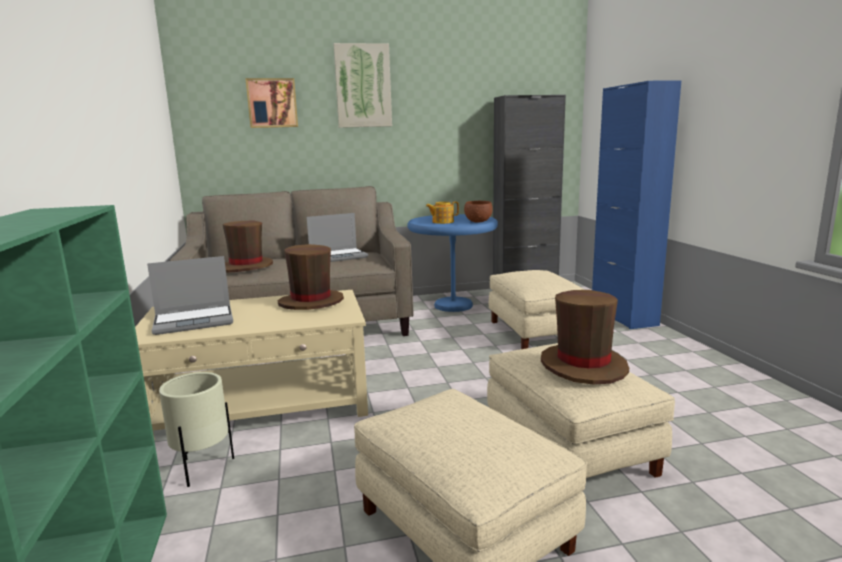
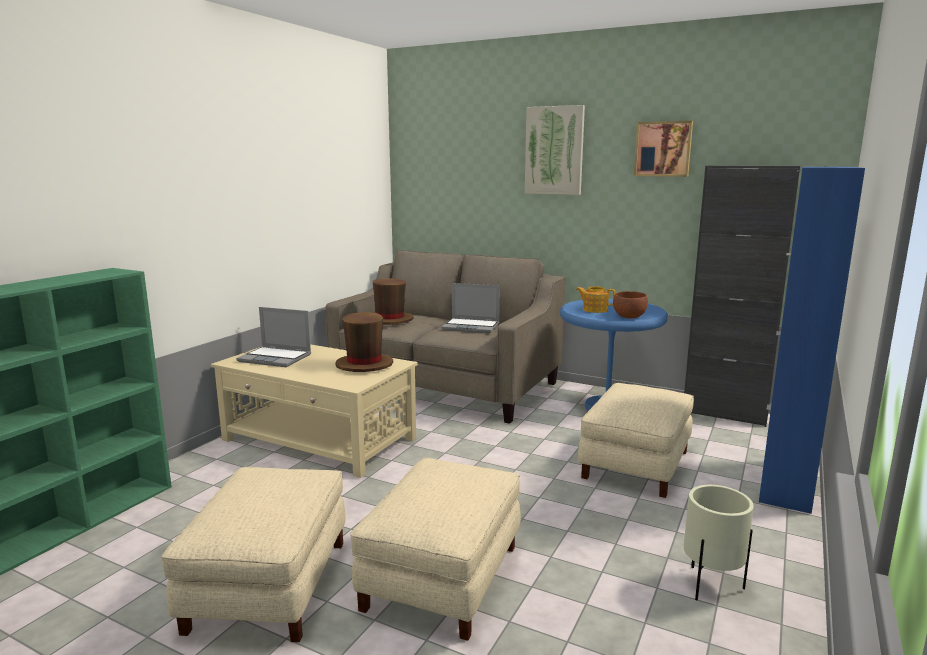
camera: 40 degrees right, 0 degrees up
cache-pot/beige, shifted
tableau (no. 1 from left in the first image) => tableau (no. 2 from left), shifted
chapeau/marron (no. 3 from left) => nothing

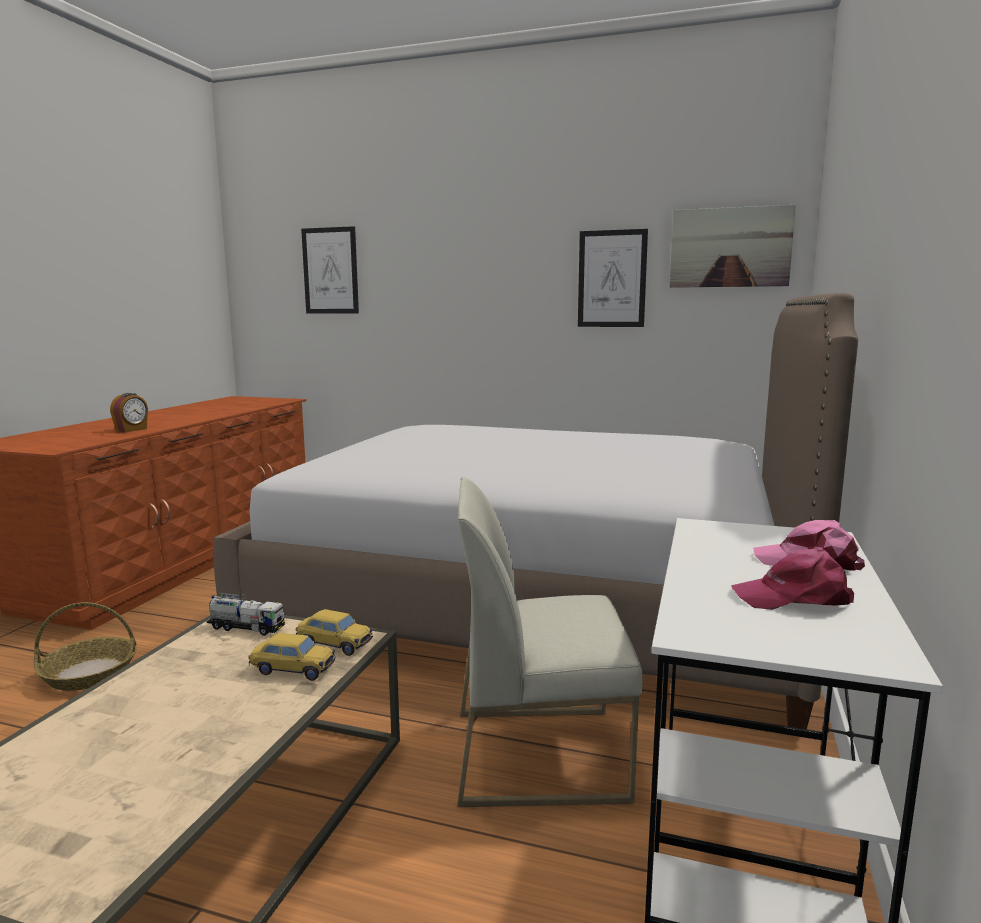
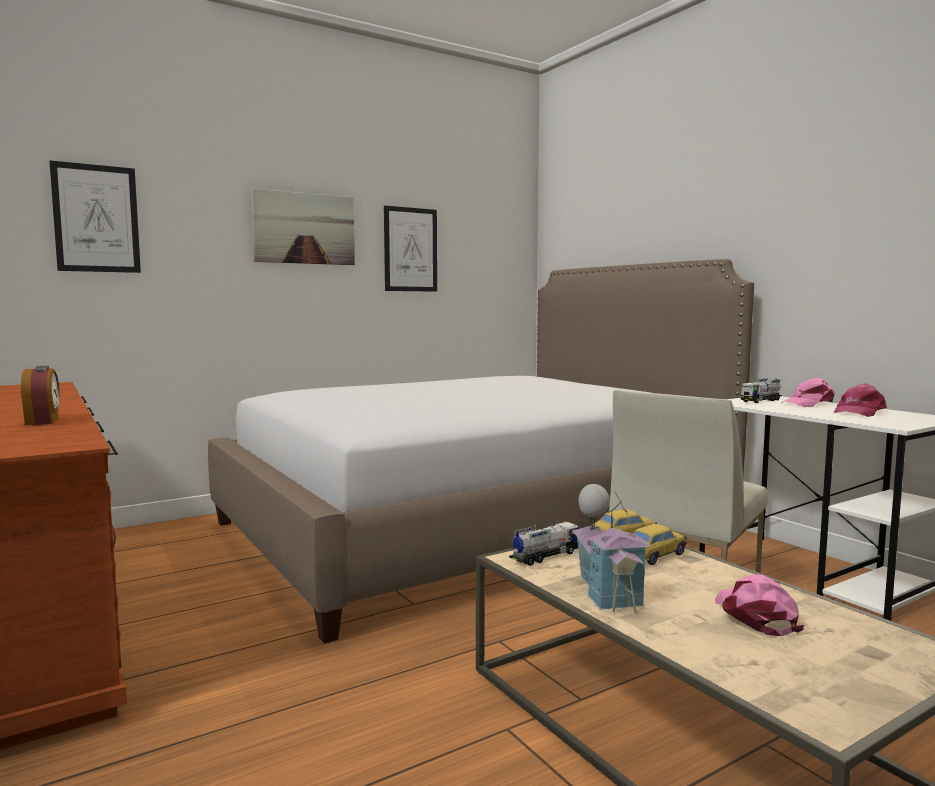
camera: 50 degrees left, 5 degrees down
panier => nothing
tableau (no. 3 from left in the first image) => tableau (no. 2 from left), shifted
nothing => maison miniature
nothing => casquette/rose (no. 1 from left)
nothing => camion jouet (no. 2 from left)

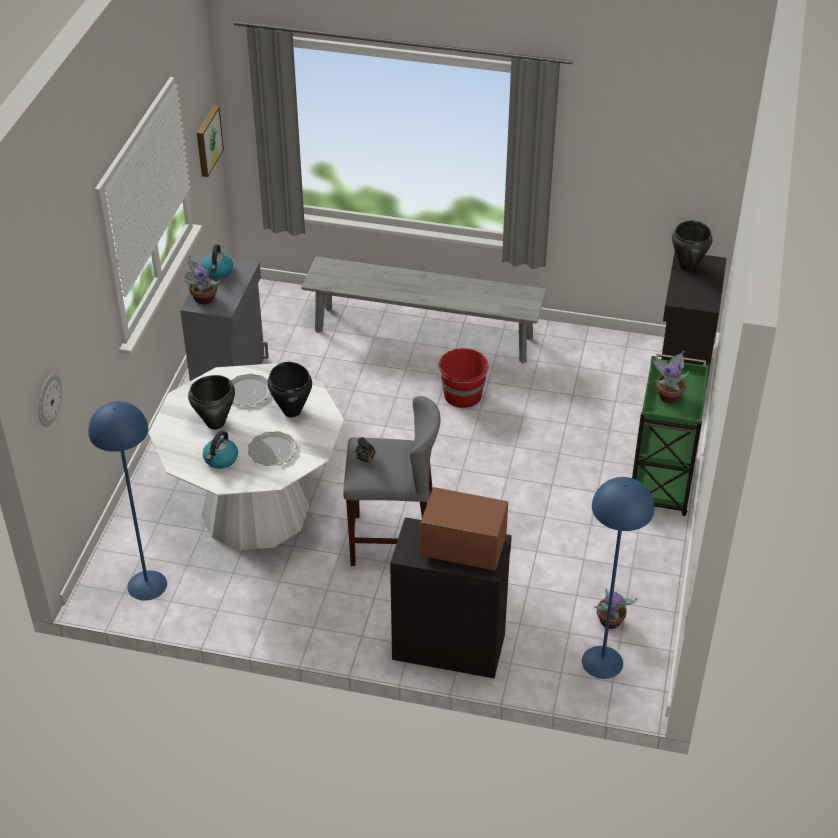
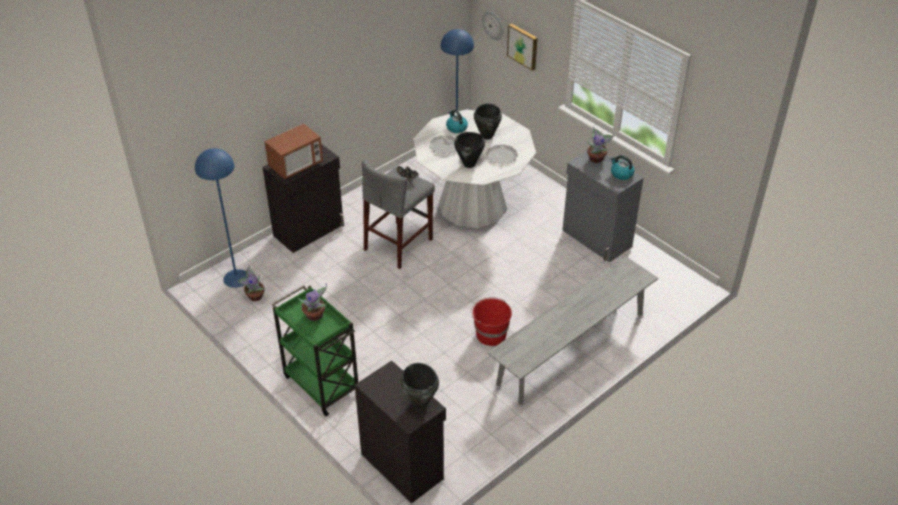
camera: 125 degrees right, 0 degrees up
tableau, shifted

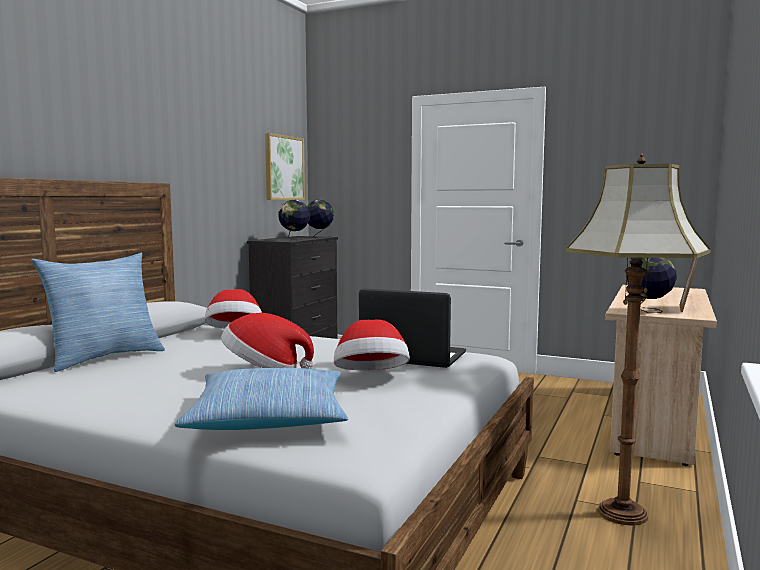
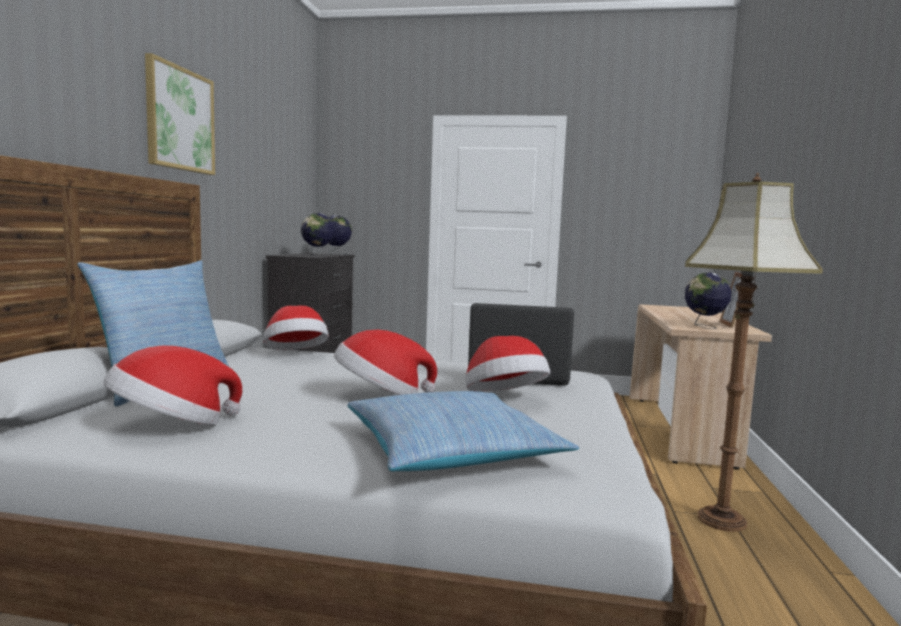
camera: 15 degrees left, 0 degrees up
tableau, shifted
nothing => chapeau (no. 1 from left)

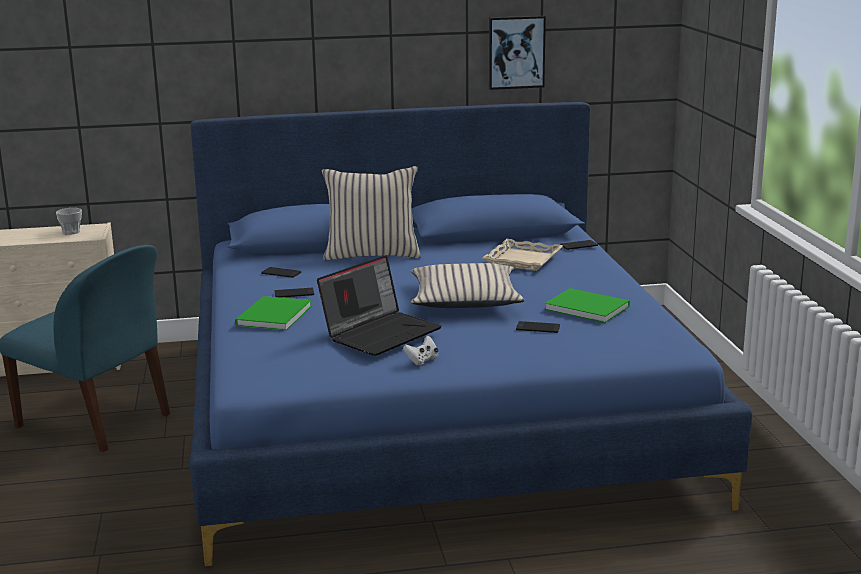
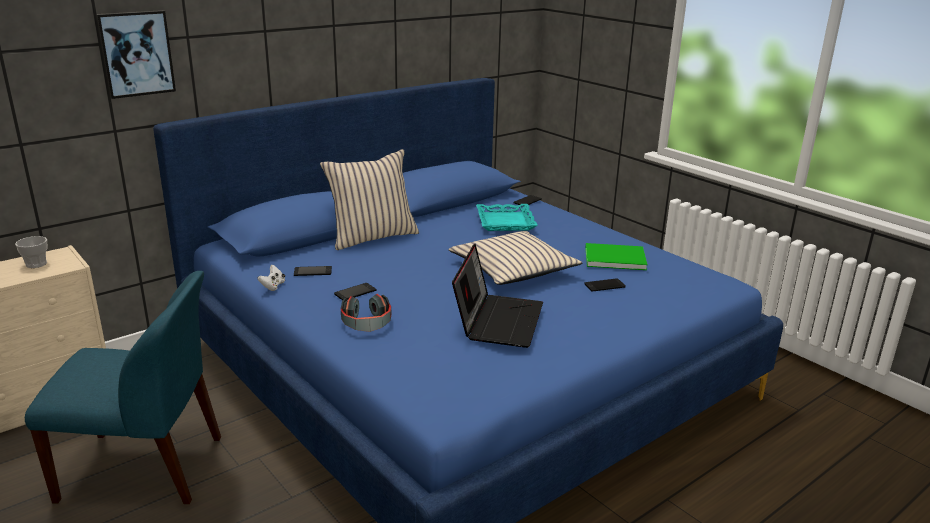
camera: 30 degrees left, 5 degrees up
livre/vert (no. 1 from left) => casque audio
manette/blanc, shifted
plateau/beige => plateau/turquoise
tableau, shifted

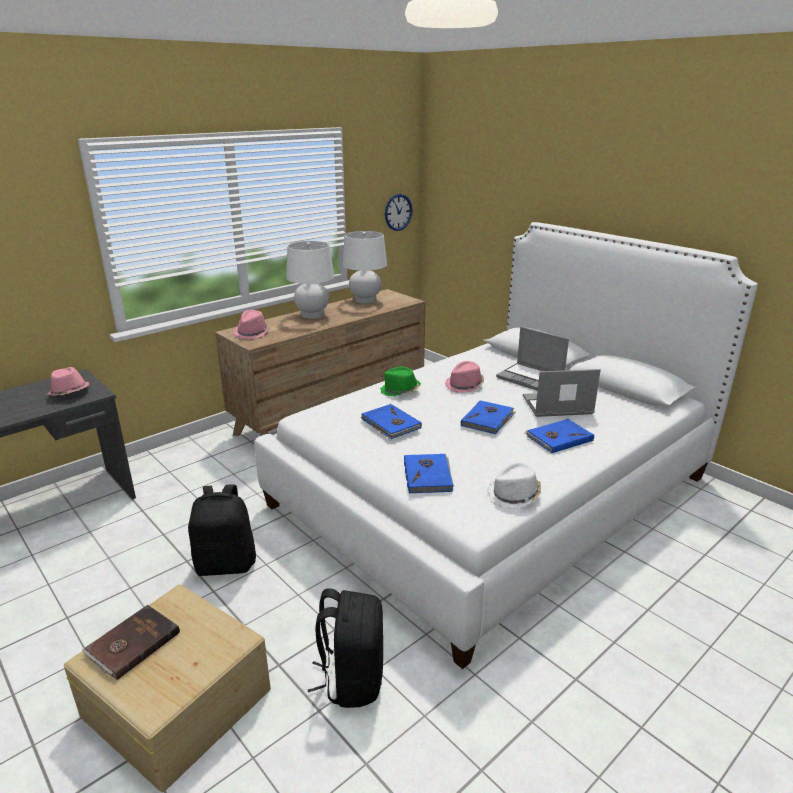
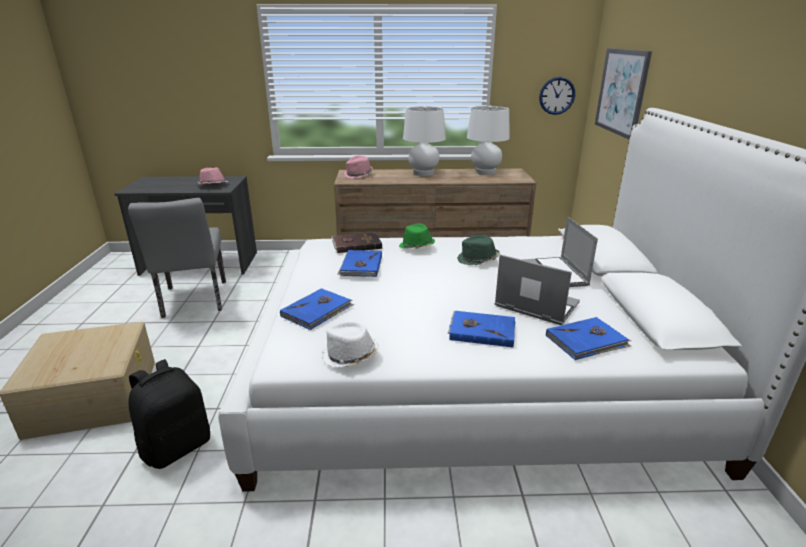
camera: 40 degrees right, 0 degrees up
livre/marron, shifted
sac à dos/noir (no. 1 from left) => nothing
chapeau/rose (no. 3 from left) => chapeau/vert (no. 2 from left)
livre/bleu (no. 3 from left in the first image) => livre/bleu (no. 4 from left), shifted
nothing => chaise/gris
nothing => tableau

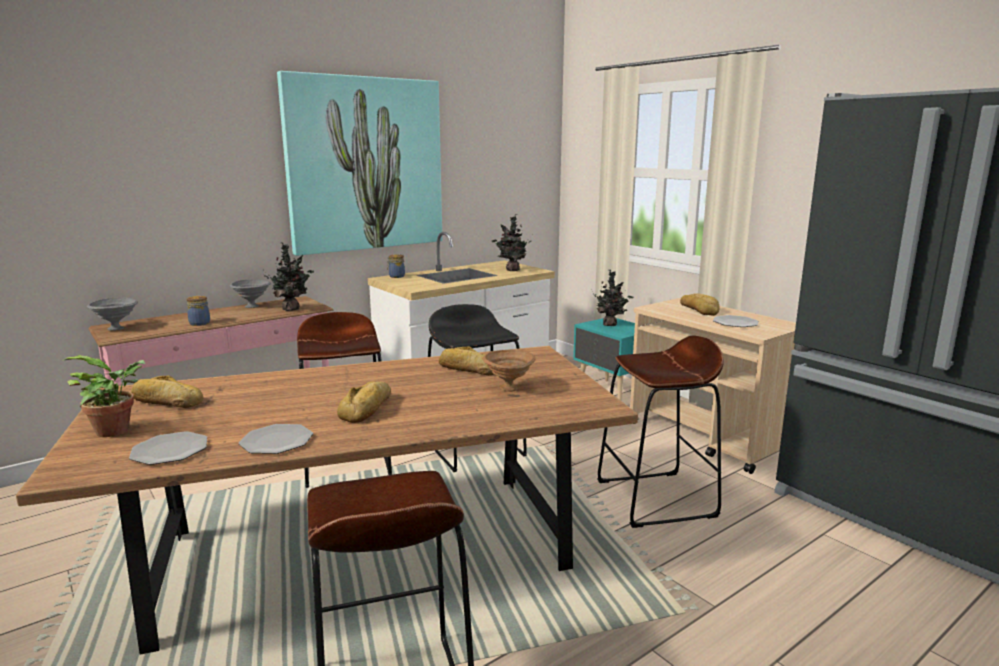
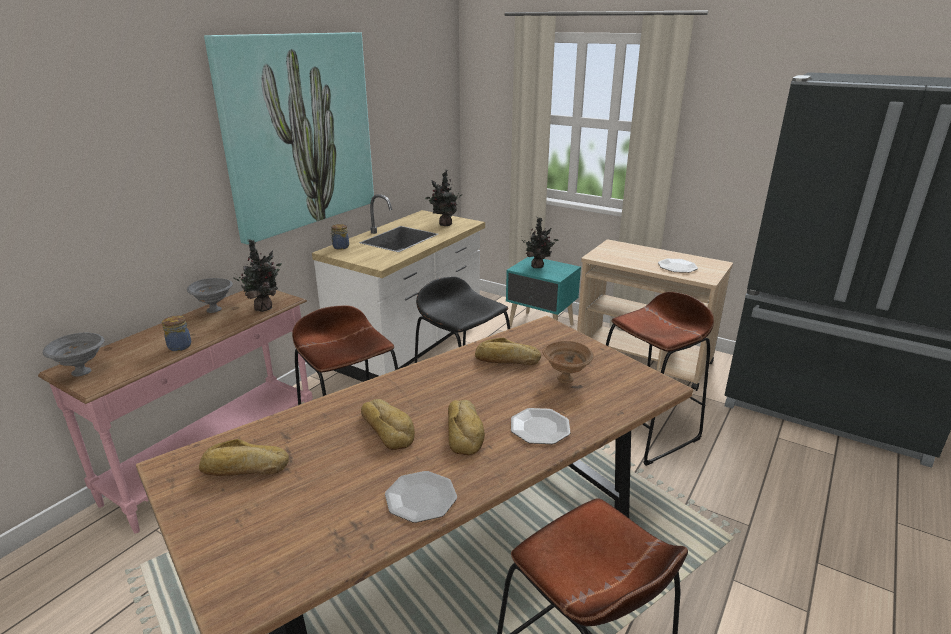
camera: 20 degrees left, 10 degrees up
plante en pot (no. 1 from left) => nothing
assiette (no. 1 from left in the first image) => assiette (no. 2 from left), shifted
pain (no. 4 from left in the first image) => pain (no. 2 from left), shifted

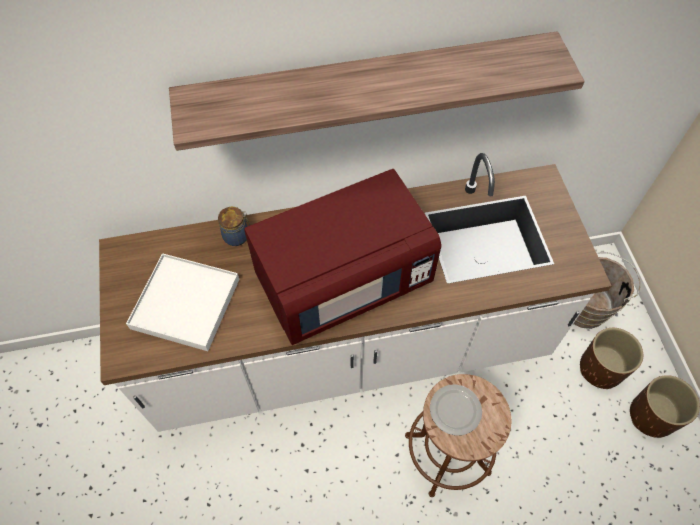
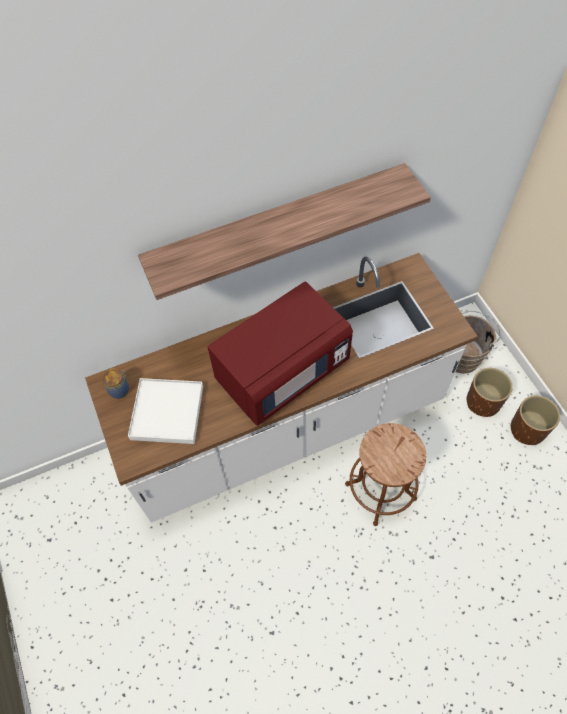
camera: 10 degrees left, 0 degrees up
bocal, shifted
assiette => nothing

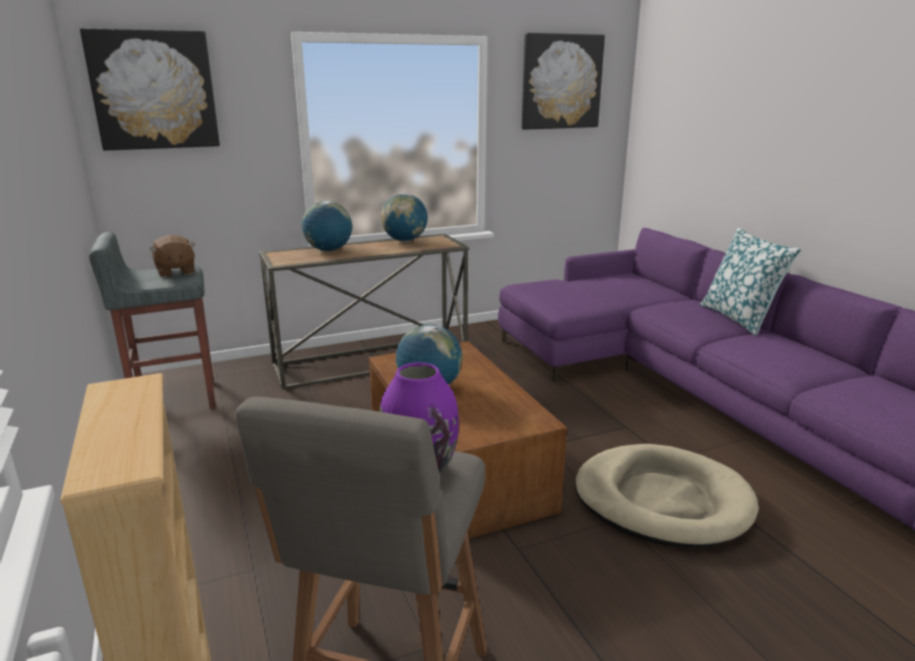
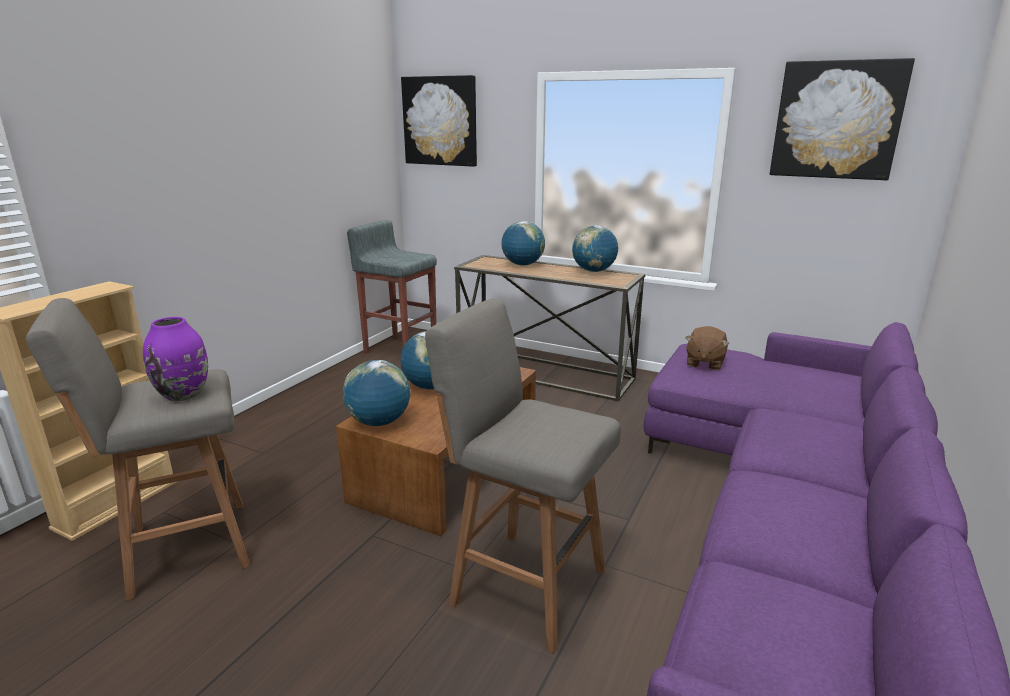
camera: 50 degrees right, 0 degrees up
peluche/marron, shifted
panier pour chien/beige => tabouret/gris (no. 3 from left)
coussin => nothing
nothing => globe (no. 1 from left)

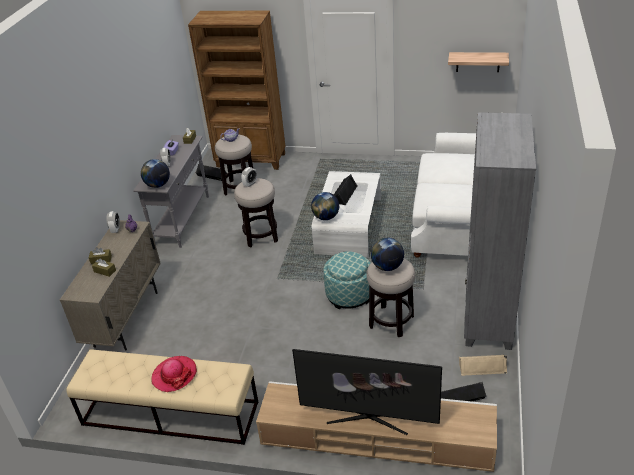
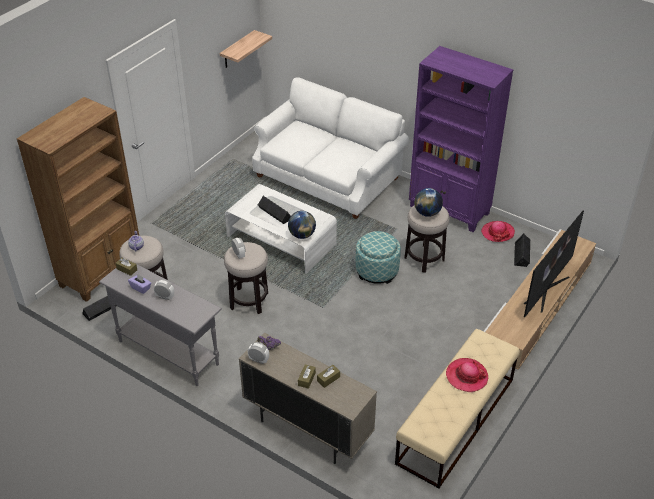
camera: 70 degrees left, 5 degrees up
globe (no. 1 from left) => nothing
enceinte/beige => chapeau (no. 2 from left)
bibliothèque/gris => bibliothèque/violet

